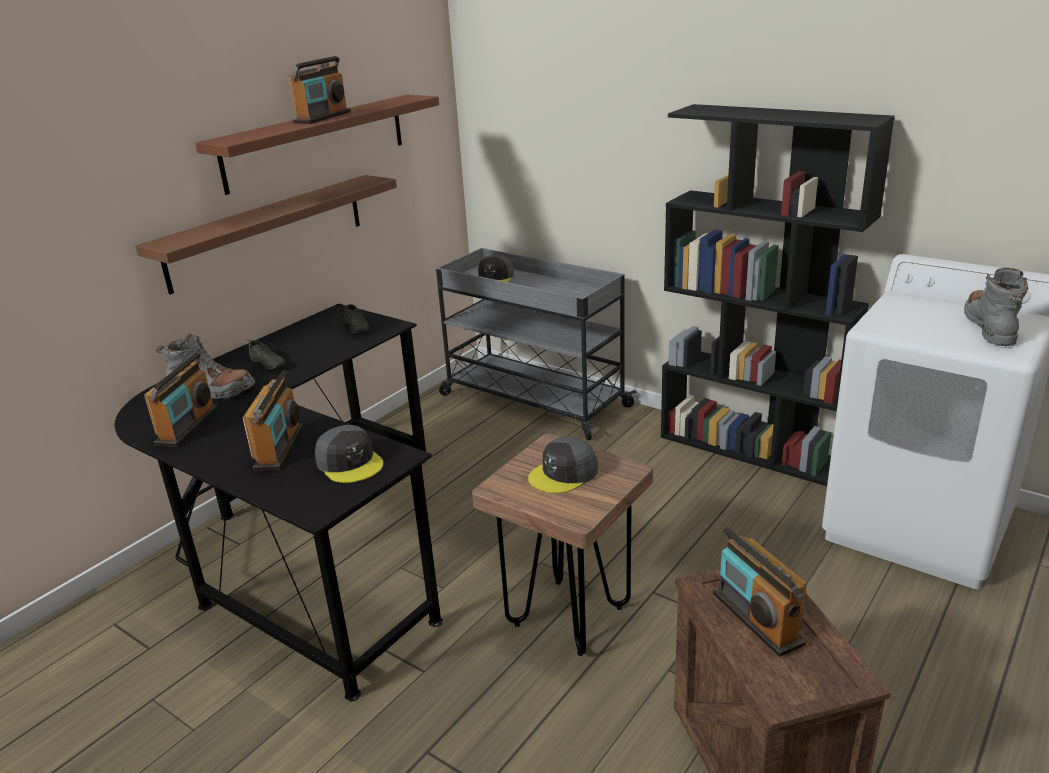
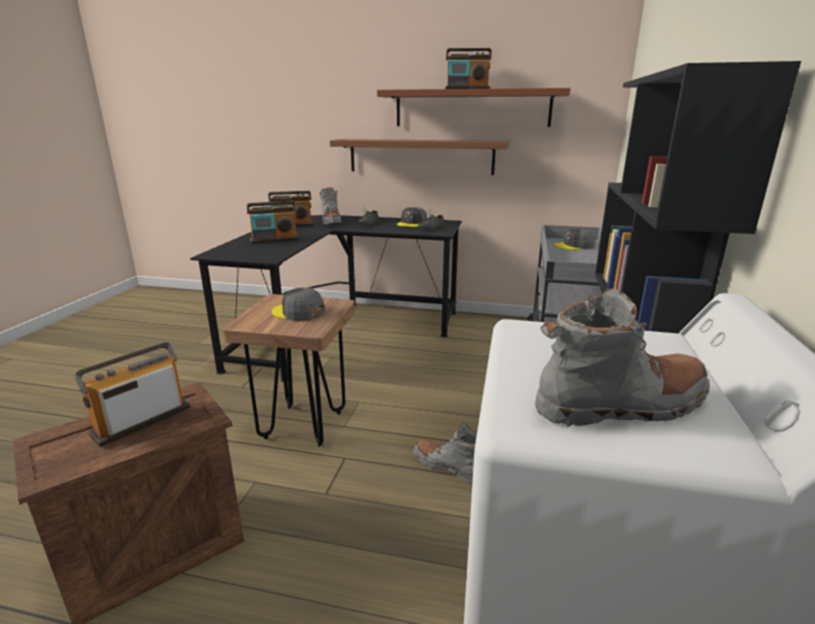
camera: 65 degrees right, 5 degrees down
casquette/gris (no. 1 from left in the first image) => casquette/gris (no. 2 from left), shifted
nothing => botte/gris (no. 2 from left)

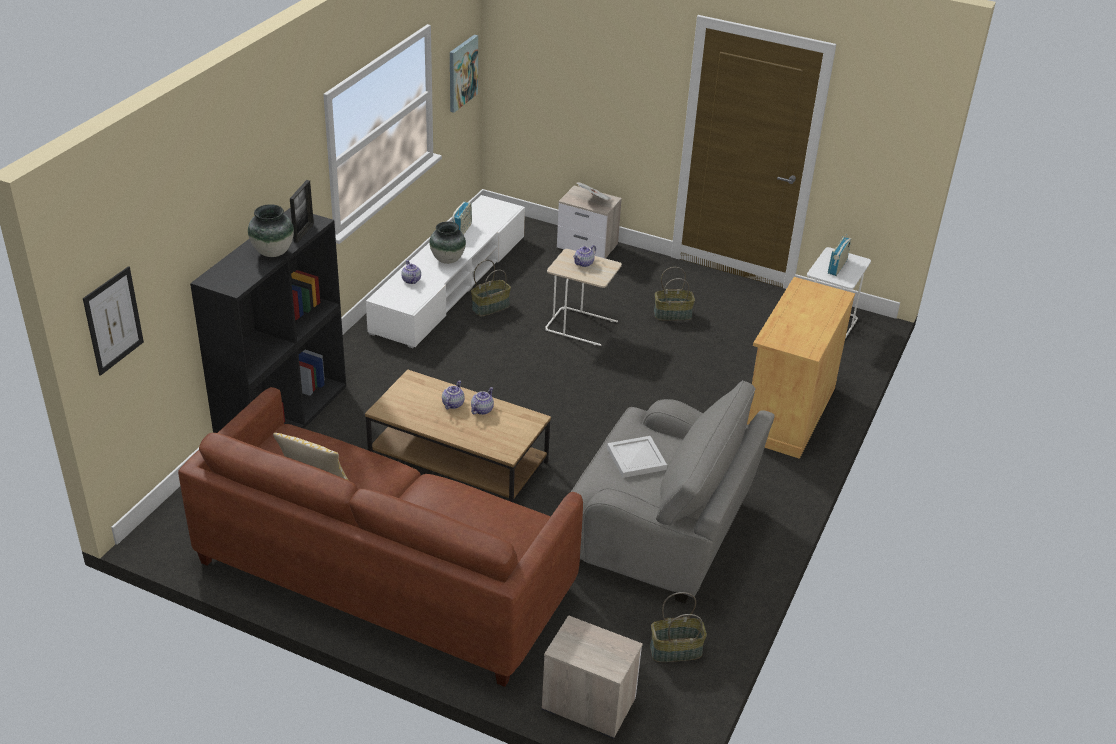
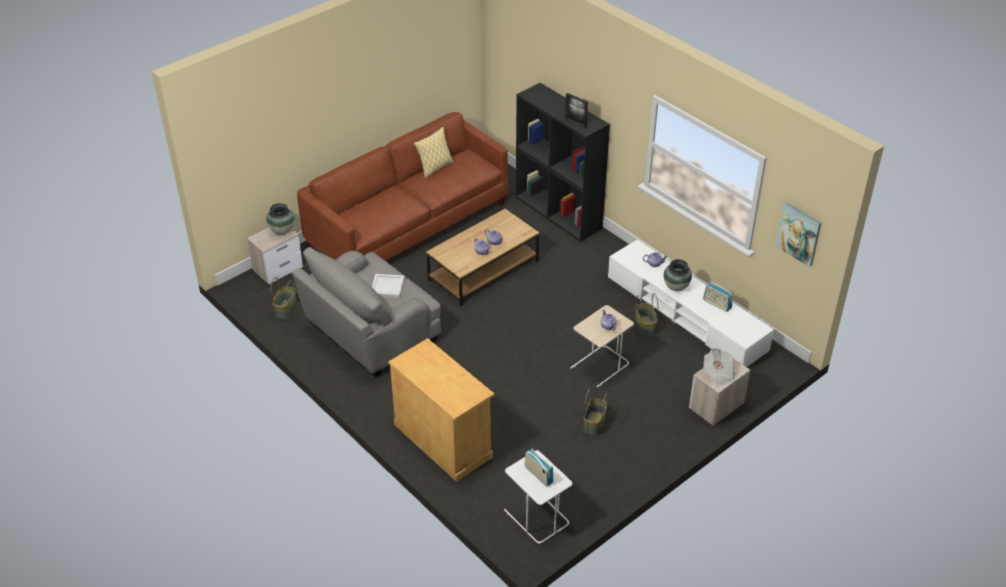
camera: 115 degrees right, 5 degrees up
tableau (no. 1 from left) => nothing
vase (no. 1 from left), shifted

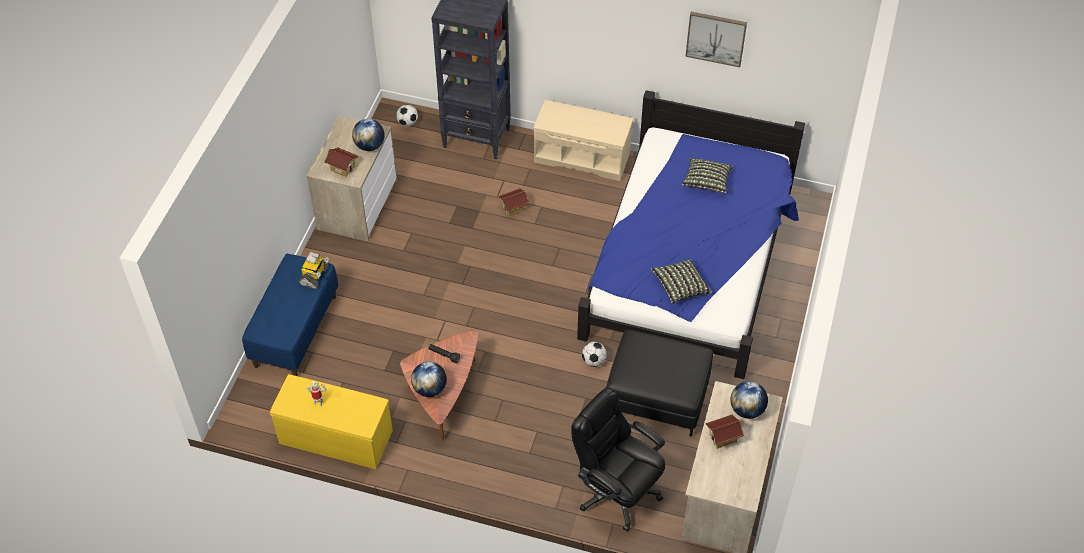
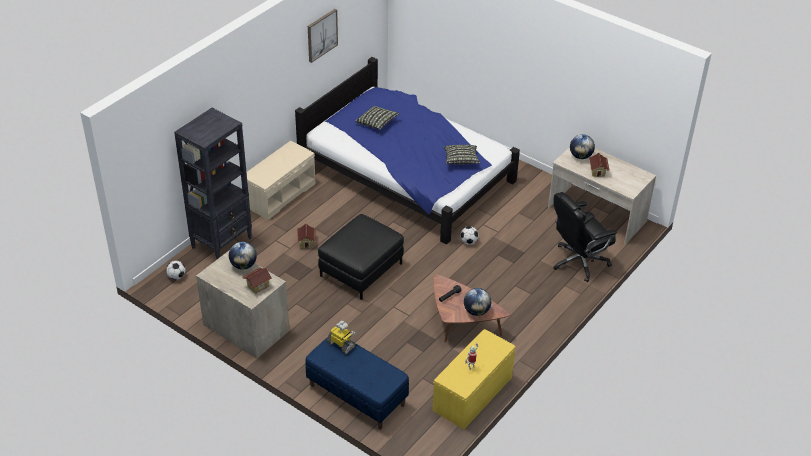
camera: 70 degrees left, 10 degrees down
pouf/noir, shifted

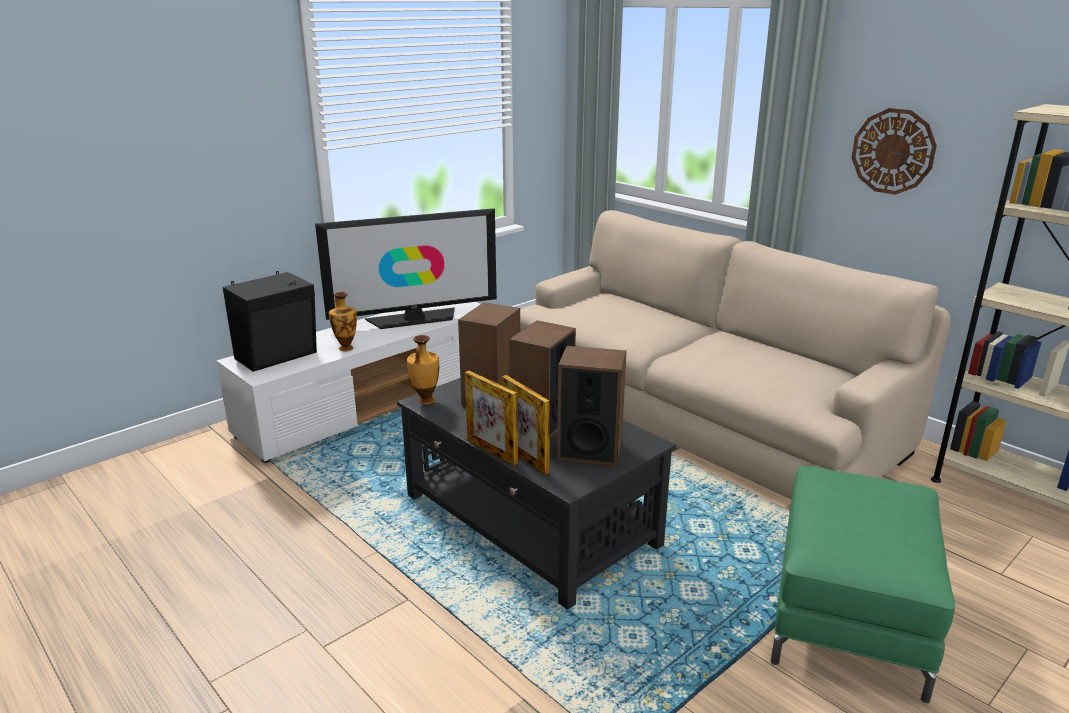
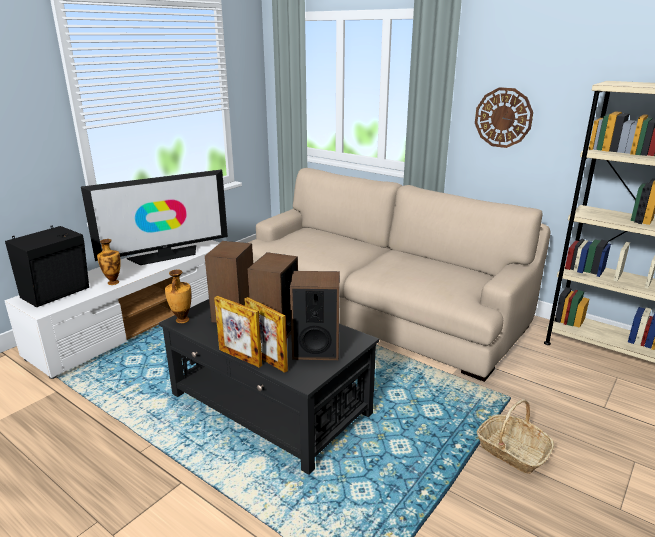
camera: 10 degrees left, 0 degrees up
pouf/vert => panier

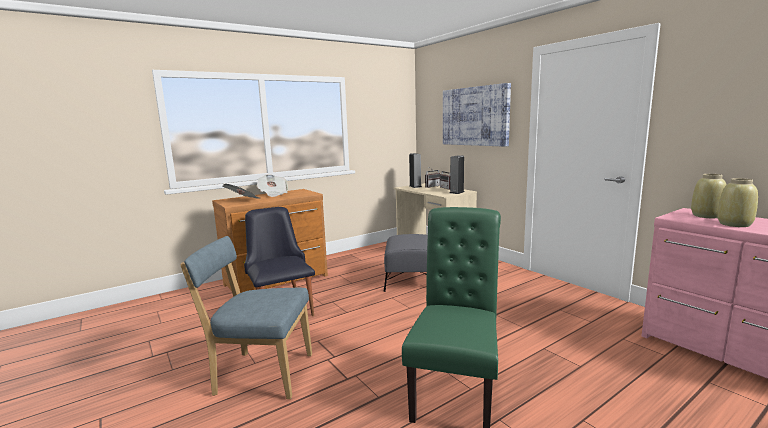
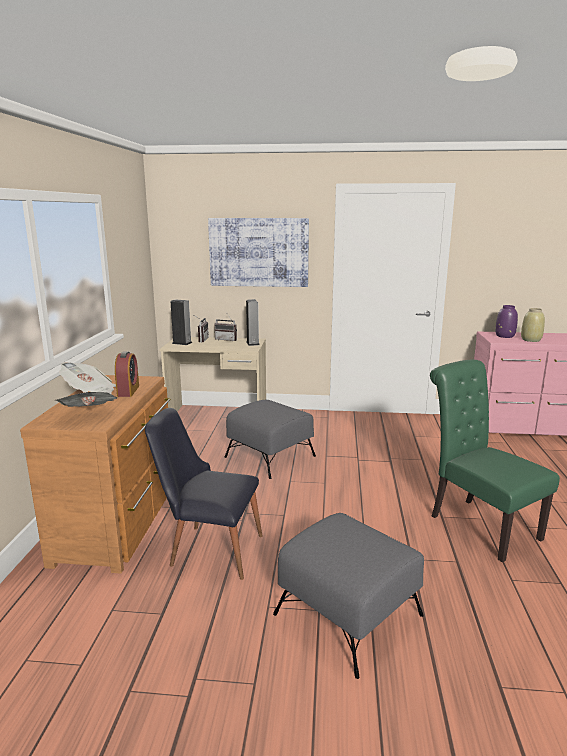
camera: 50 degrees left, 5 degrees up
chaise/bleu => pouf/gris (no. 2 from left)
vase/beige (no. 1 from left) => vase/violet
nothing => réveil

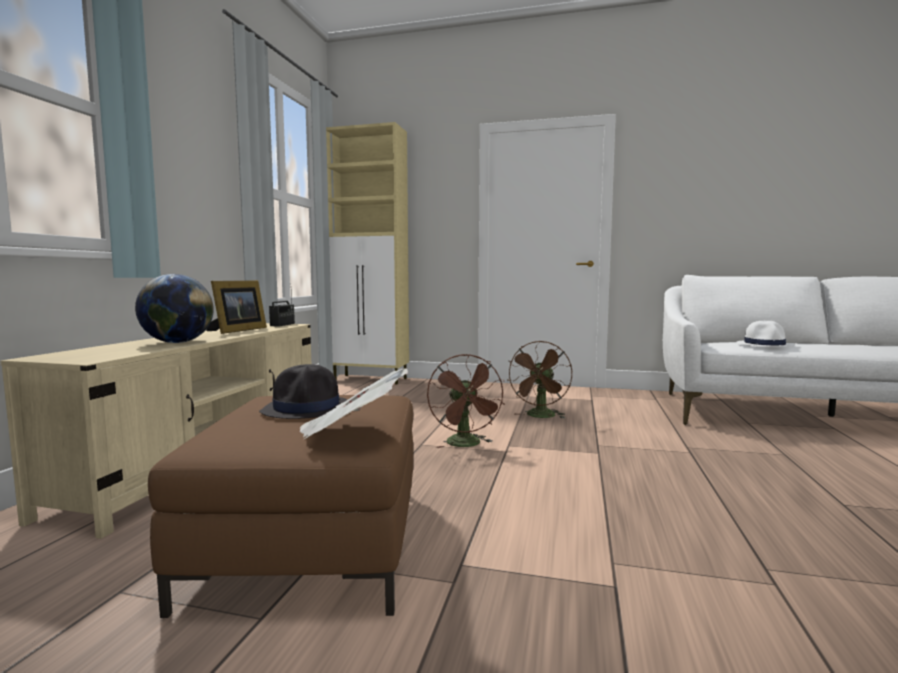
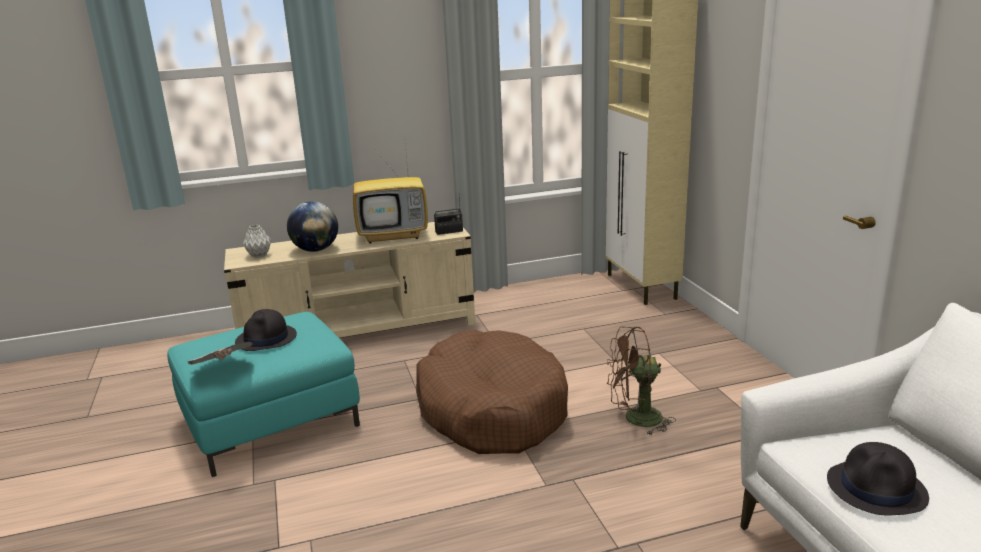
camera: 60 degrees right, 15 degrees up
pouf/marron => pouf/turquoise
cadre photo => téléviseur
ventilateur/marron (no. 1 from left) => panier pour chien/marron
chapeau/blanc => chapeau/noir (no. 2 from left)
nothing => vase/gris

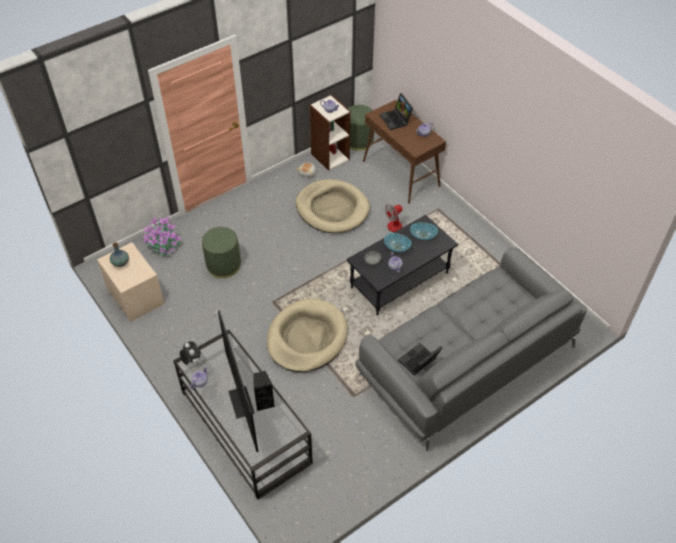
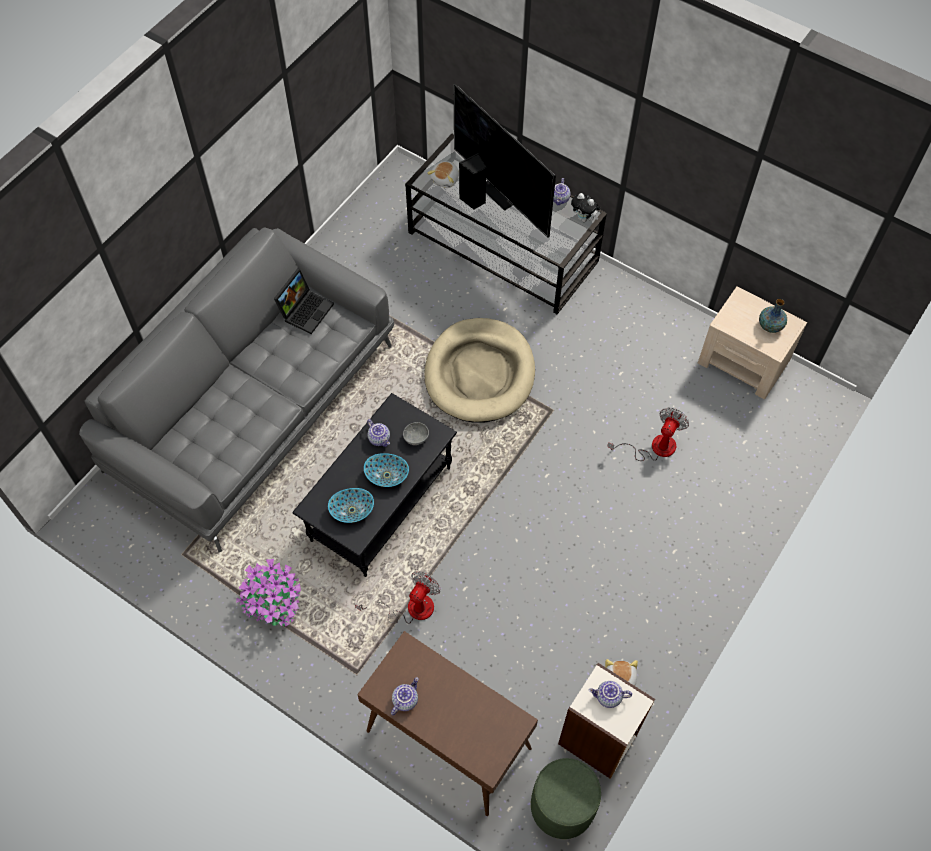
camera: 160 degrees right, 10 degrees up
plante en pot, shifted
pouf/vert (no. 1 from left) => ventilateur (no. 2 from left)
panier pour chien/beige (no. 2 from left) => nothing
ordinateur portable (no. 1 from left) => nothing
nothing => peluche (no. 1 from left)

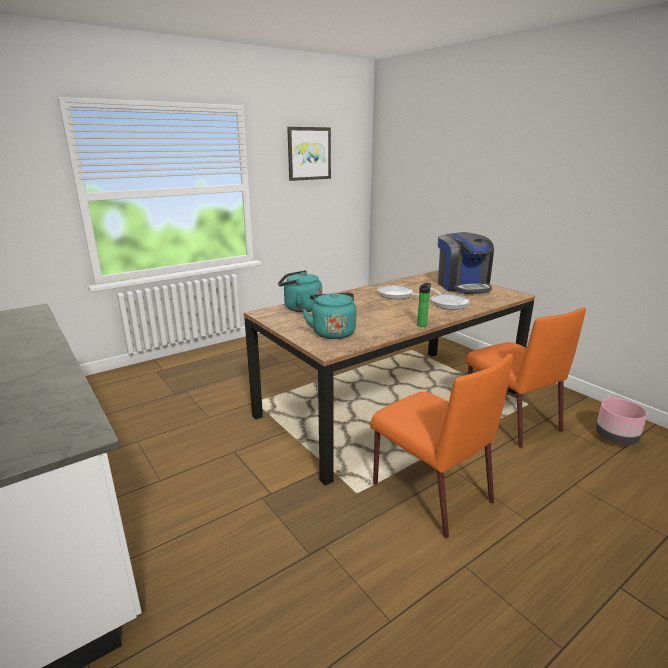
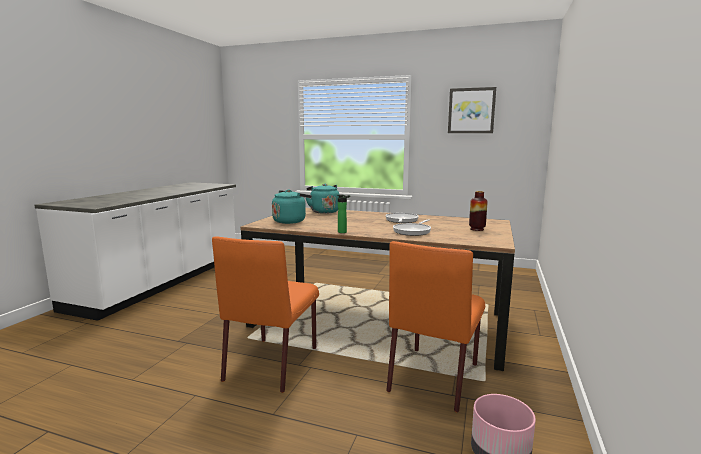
camera: 55 degrees right, 10 degrees down
machine à café => vase

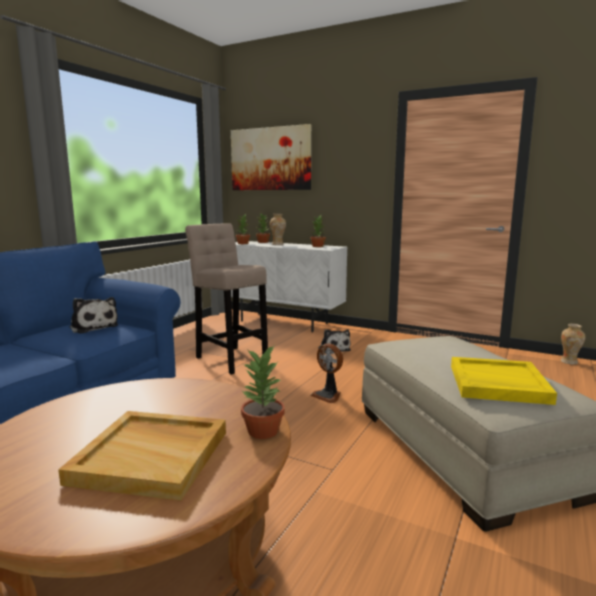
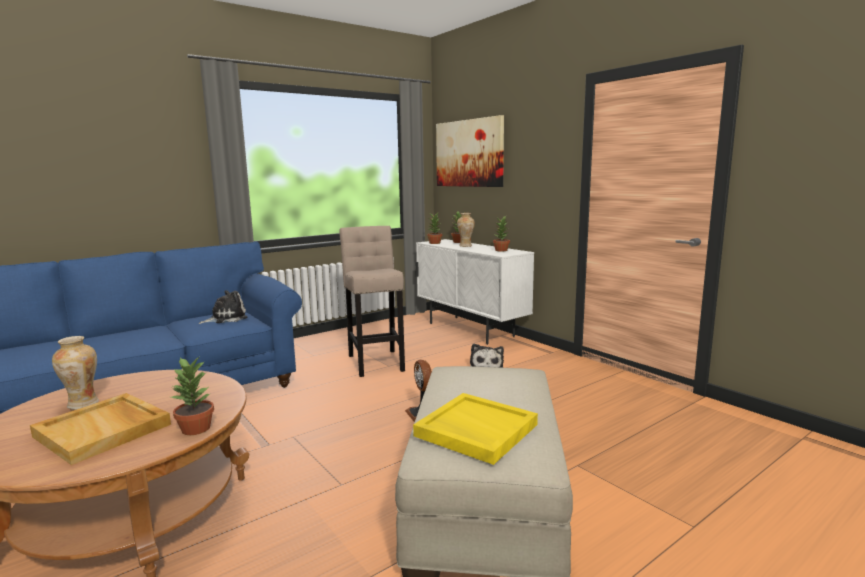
camera: 25 degrees right, 0 degrees up
peluche (no. 1 from left), 105 degrees counterclockwise
vase (no. 2 from left in the first image) => vase (no. 1 from left), shifted

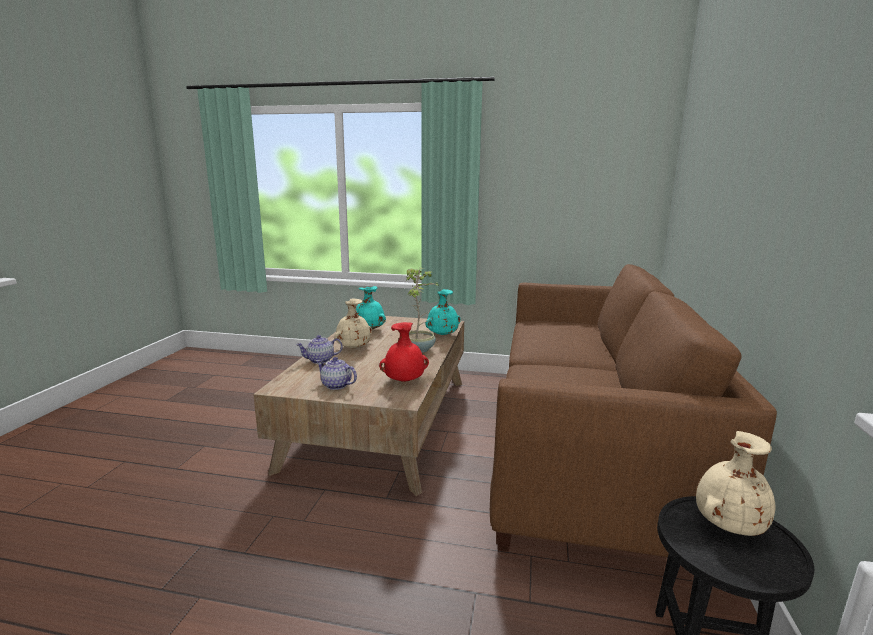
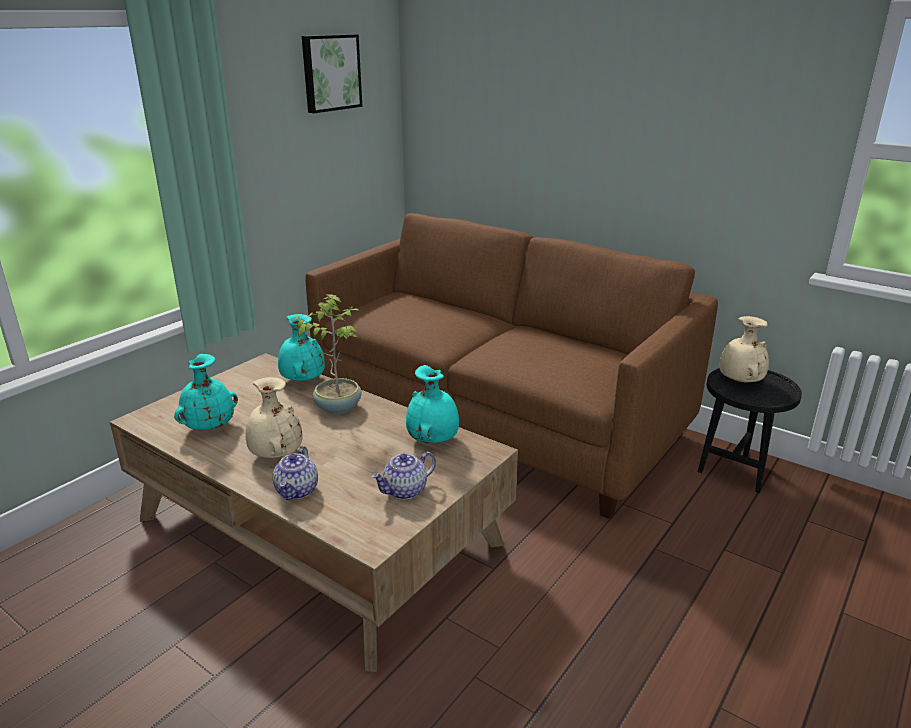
camera: 65 degrees left, 10 degrees up
vase/rouge => vase/turquoise (no. 3 from left)
nothing => tableau

